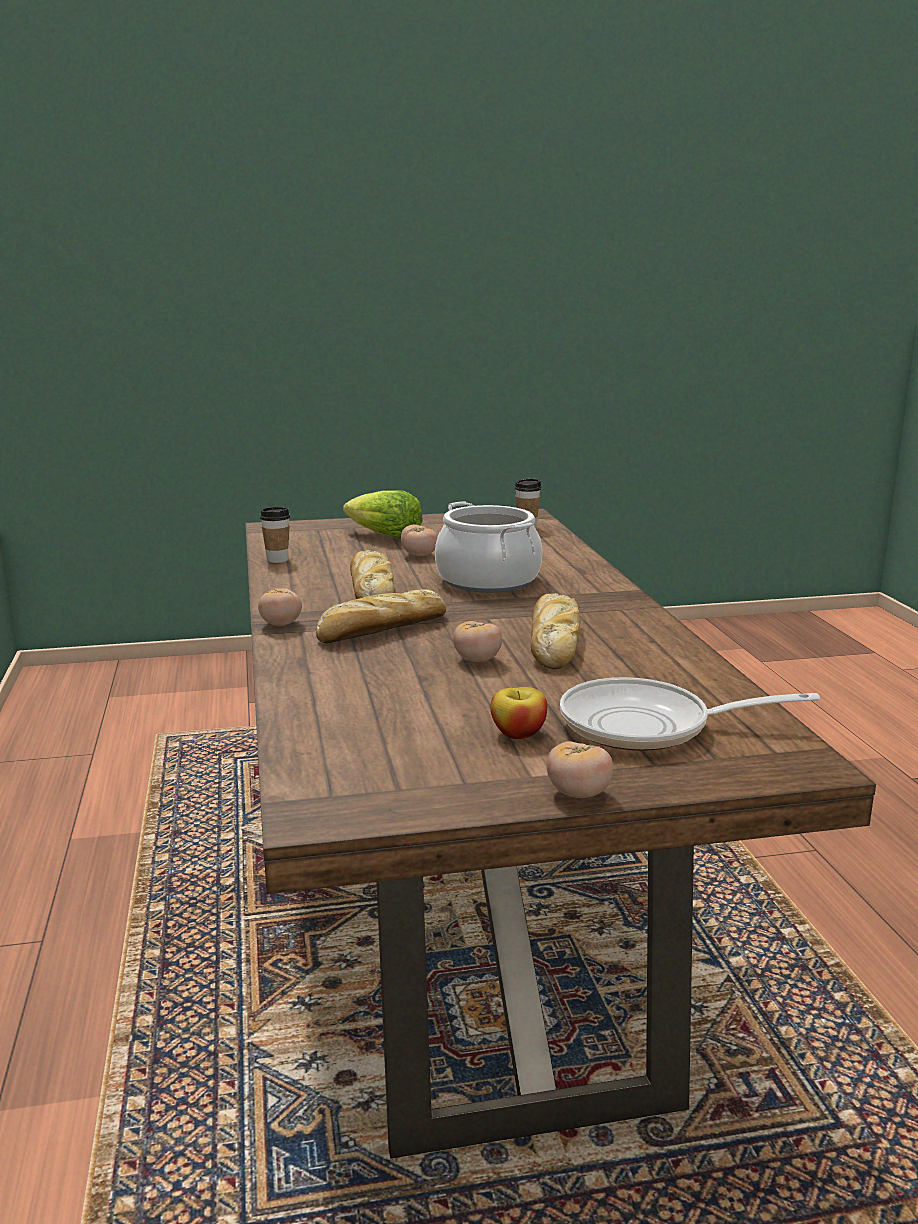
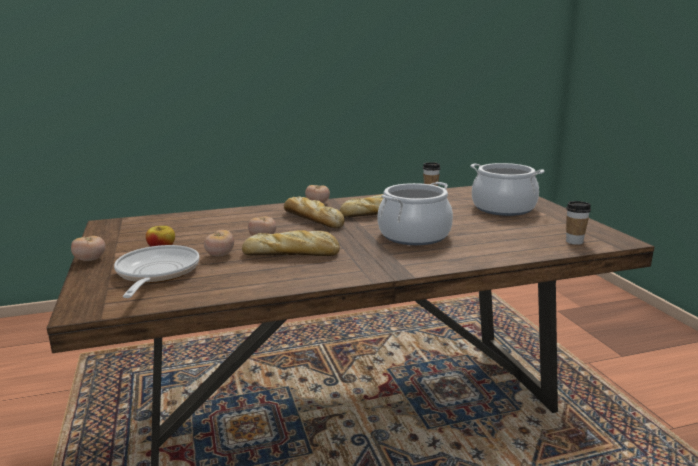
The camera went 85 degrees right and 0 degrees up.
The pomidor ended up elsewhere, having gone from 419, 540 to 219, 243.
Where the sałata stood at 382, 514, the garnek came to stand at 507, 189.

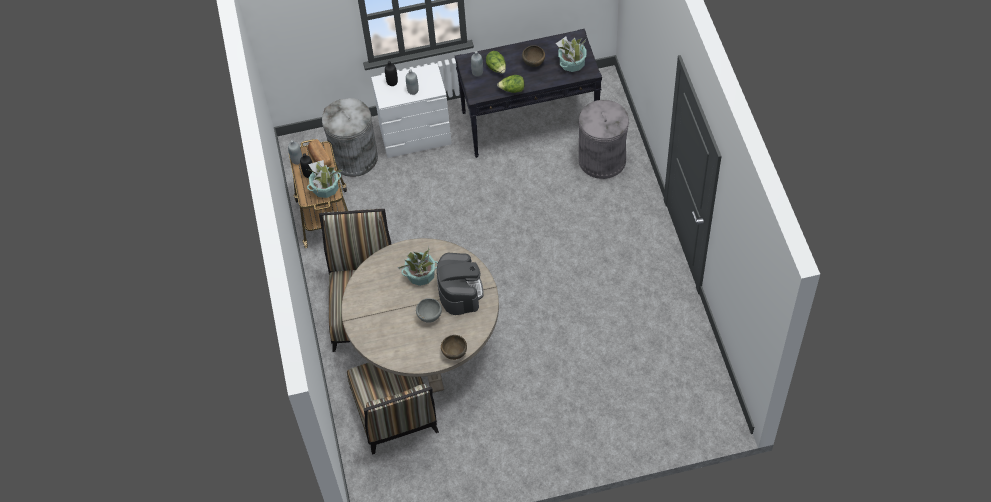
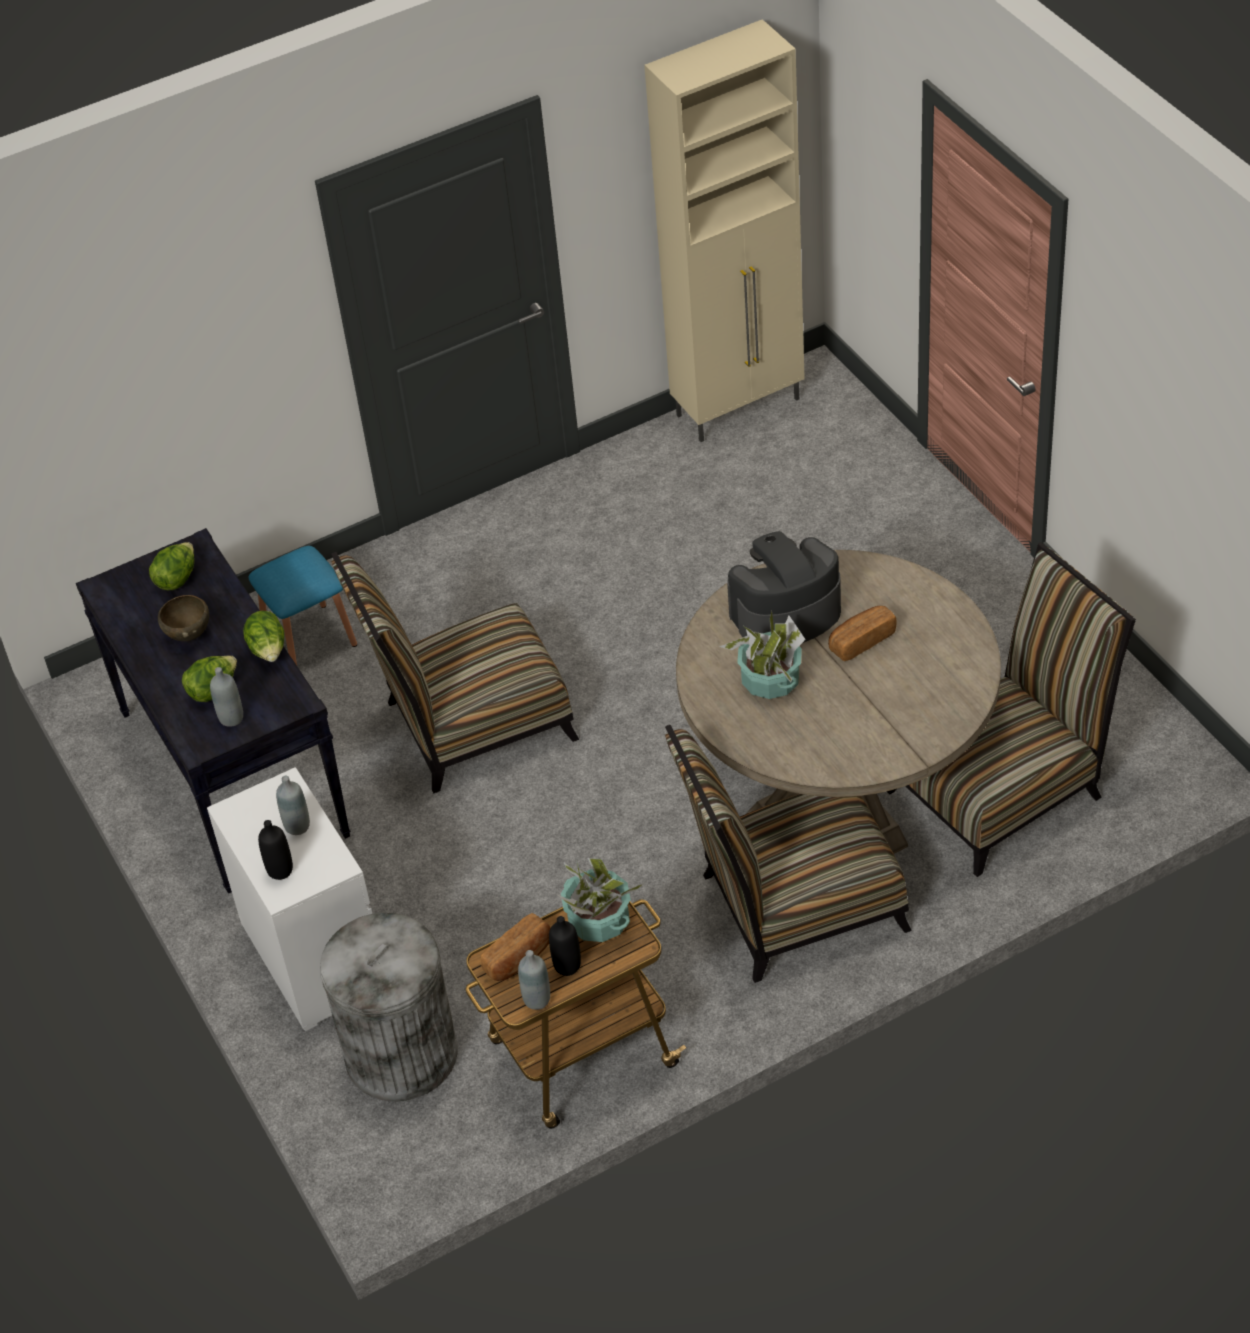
The camera went 105 degrees left and 10 degrees down.
Where the roślina doniczkowa stood at 571, 54, the sałata came to stand at 171, 566.
Where the kosz na śmieci [szary] stood at 604, 139, the stołek [niebieski] came to stand at 303, 605.
The second view gained the krzesło at 455, 672.
The second view gained the szafka [beżowy] at 724, 230.
Where the miska [szary] stood at 429, 310, the chleb came to stand at 862, 633.
The second view lost the miska [brązowy] at 454, 347.

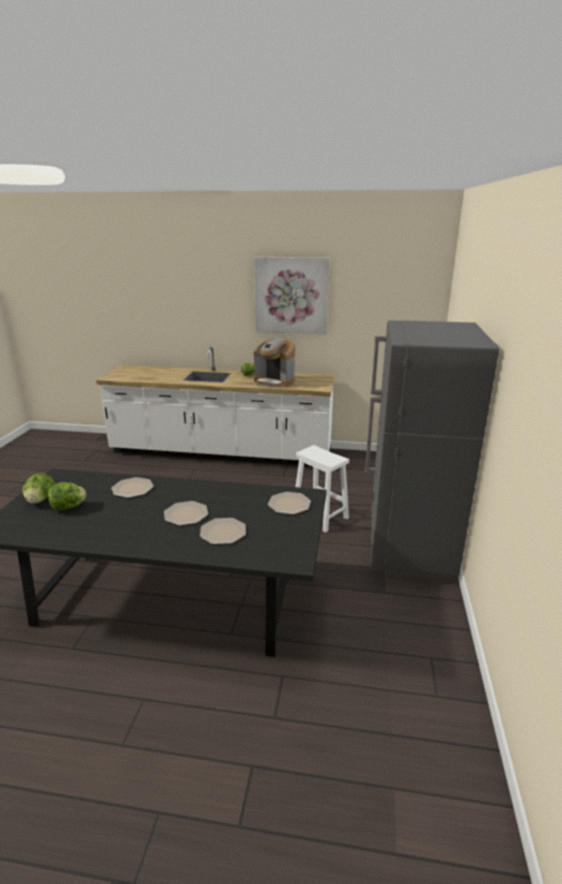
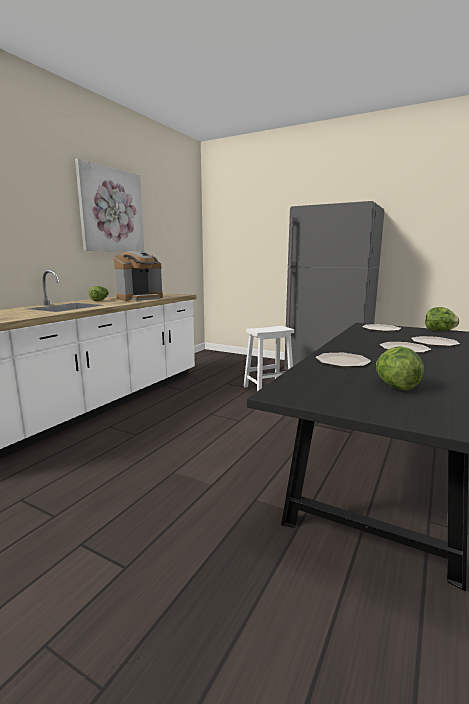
The camera went 70 degrees left and 10 degrees down.
The sałata ended up elsewhere, having gone from 39, 488 to 442, 319.

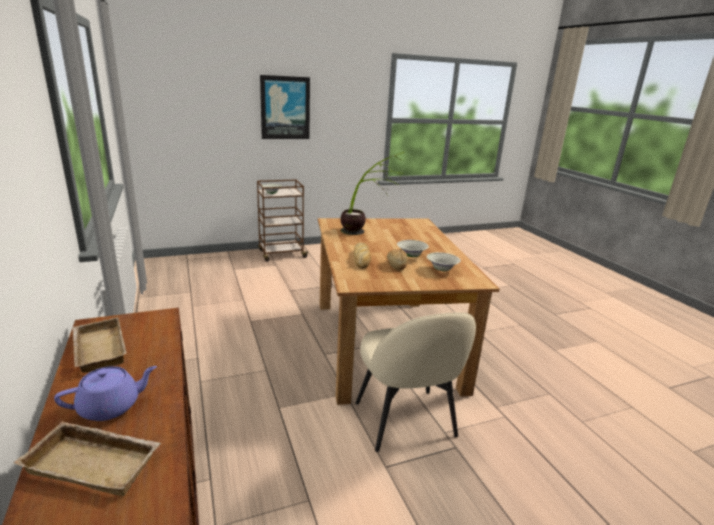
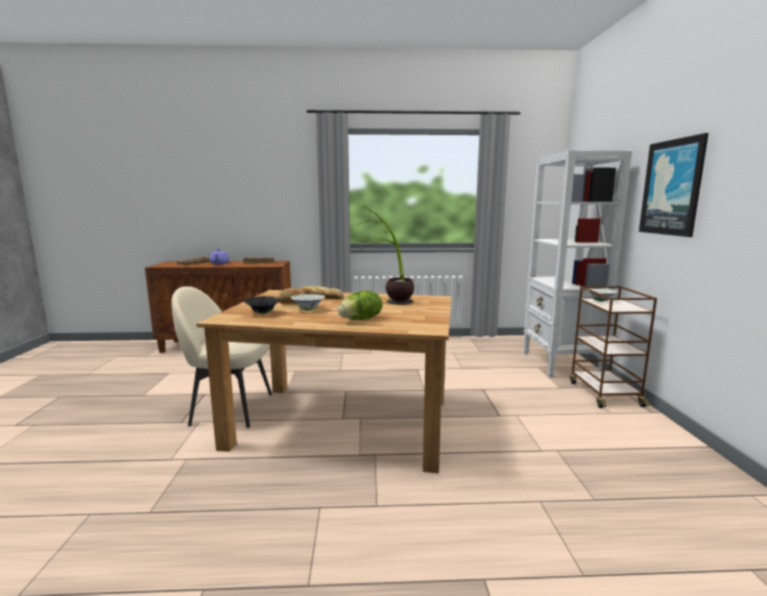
The camera went 110 degrees right and 10 degrees down.
What was the miska [biały] at 444, 261 turned into the miska [czarny] at 262, 305.
The second view gained the sałata at 360, 305.
The second view gained the regał [biały] at 578, 264.

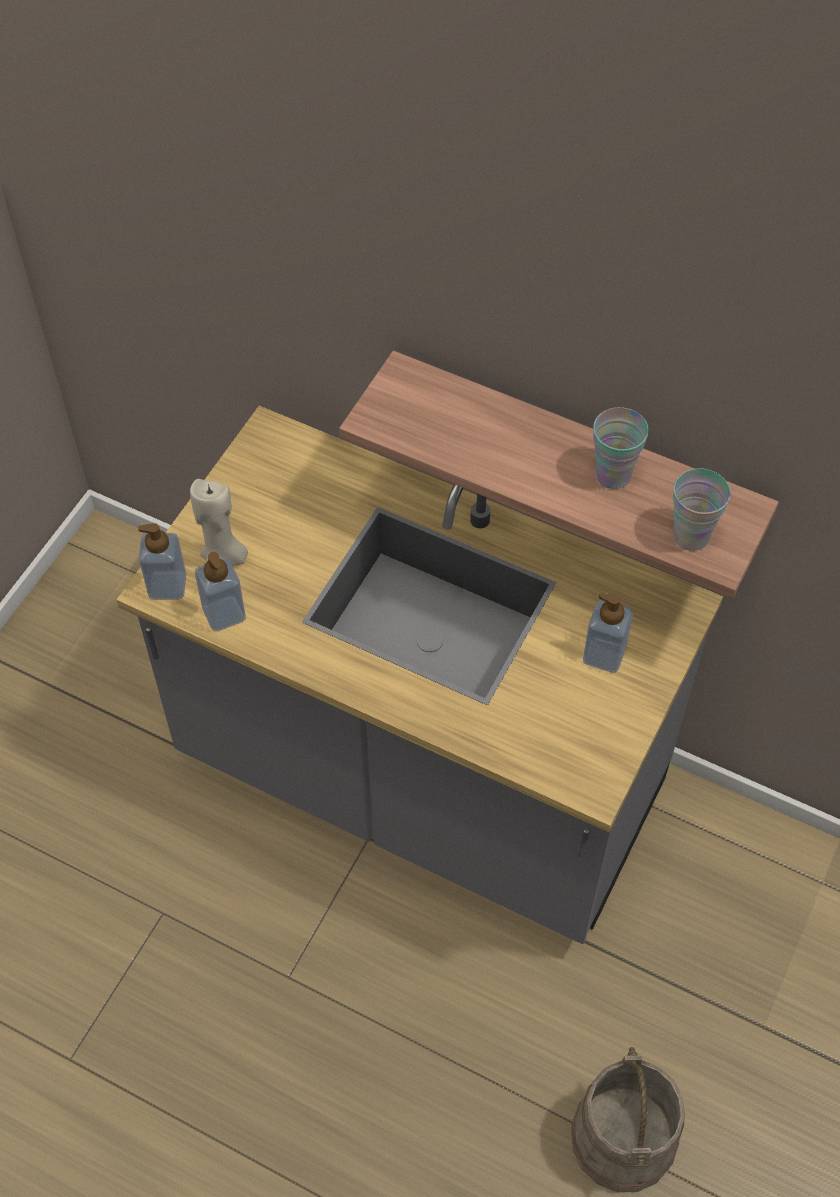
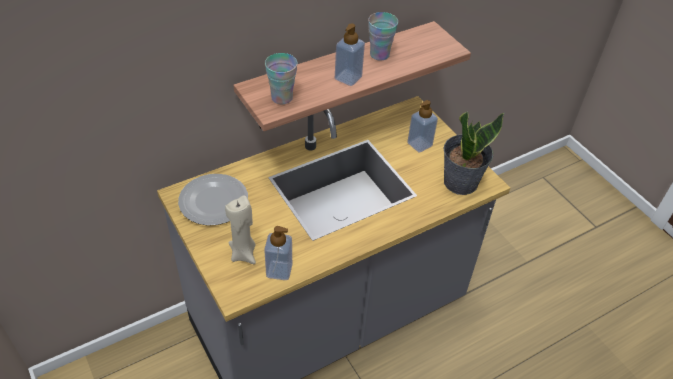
The camera went 60 degrees left and 10 degrees down.
The second view gained the talerz at 213, 200.
The filiżanka ended up elsewhere, having gone from 701, 509 to 281, 79.
The dozownik mydła ended up elsewhere, having gone from 162, 561 to 350, 54.
The second view gained the roślina doniczkowa at 473, 153.
The second view lost the wiadro [beżowy] at 628, 1119.

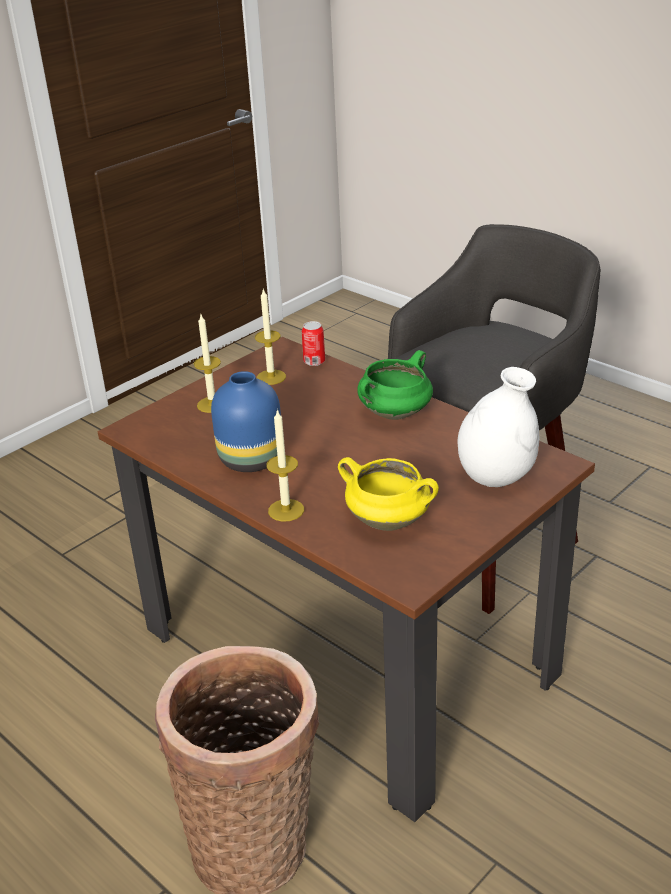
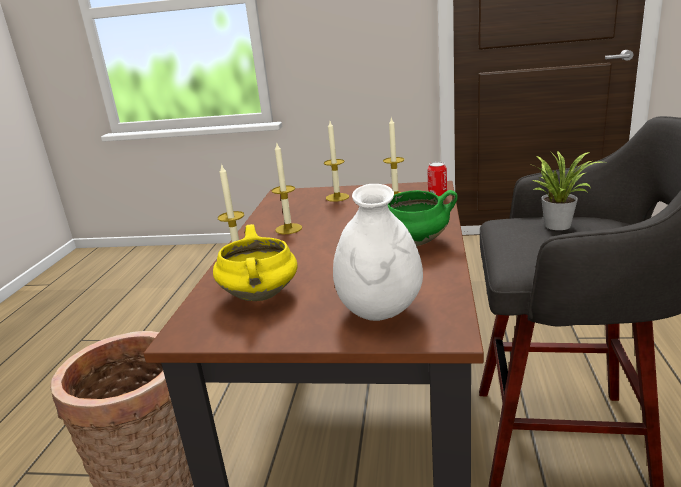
The camera went 55 degrees right and 10 degrees down.
Where the wazon [niebieski] stood at 246, 421, the świeca came to stand at 286, 188.
The second view gained the roślina doniczkowa at 567, 190.

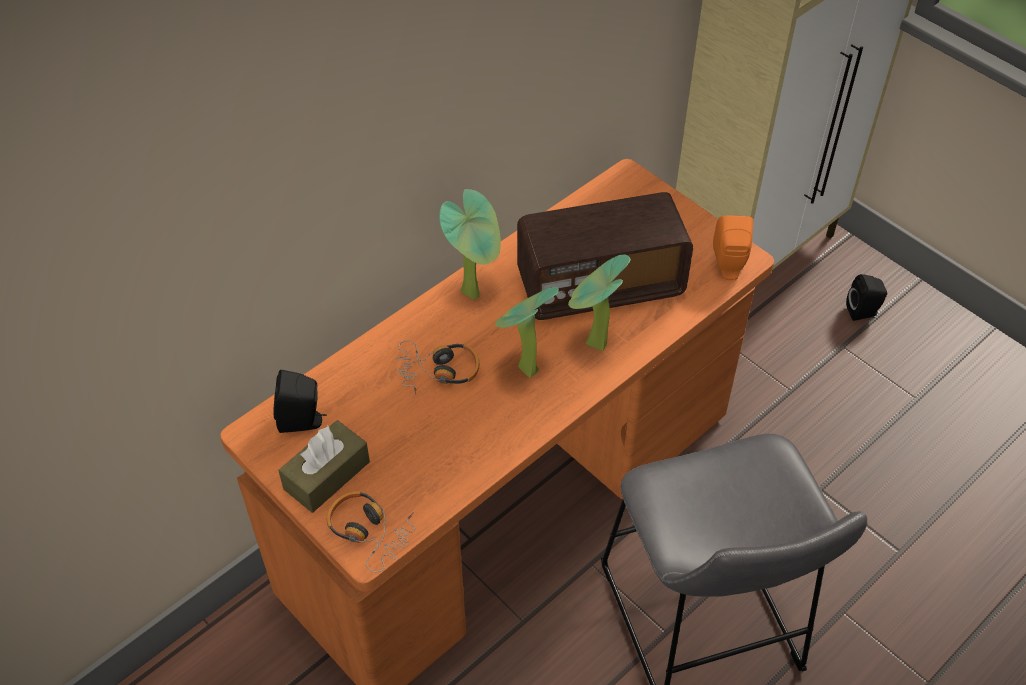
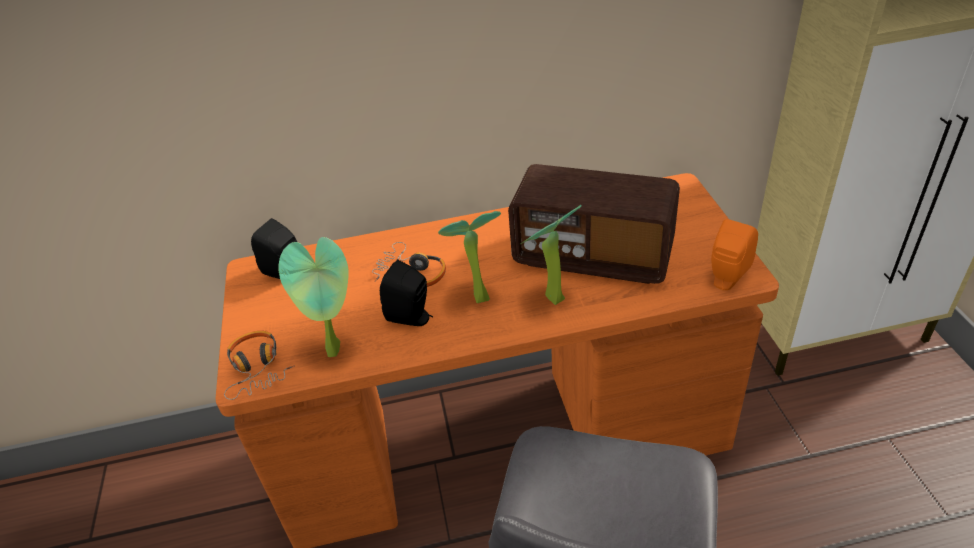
The camera went 35 degrees right and 10 degrees down.
The roślina doniczkowa ended up elsewhere, having gone from 470, 244 to 313, 297.
The głośnik [czarny] ended up elsewhere, having gone from 866, 297 to 406, 293.
The second view lost the pudełko chusteczek [brązowy] at 324, 466.

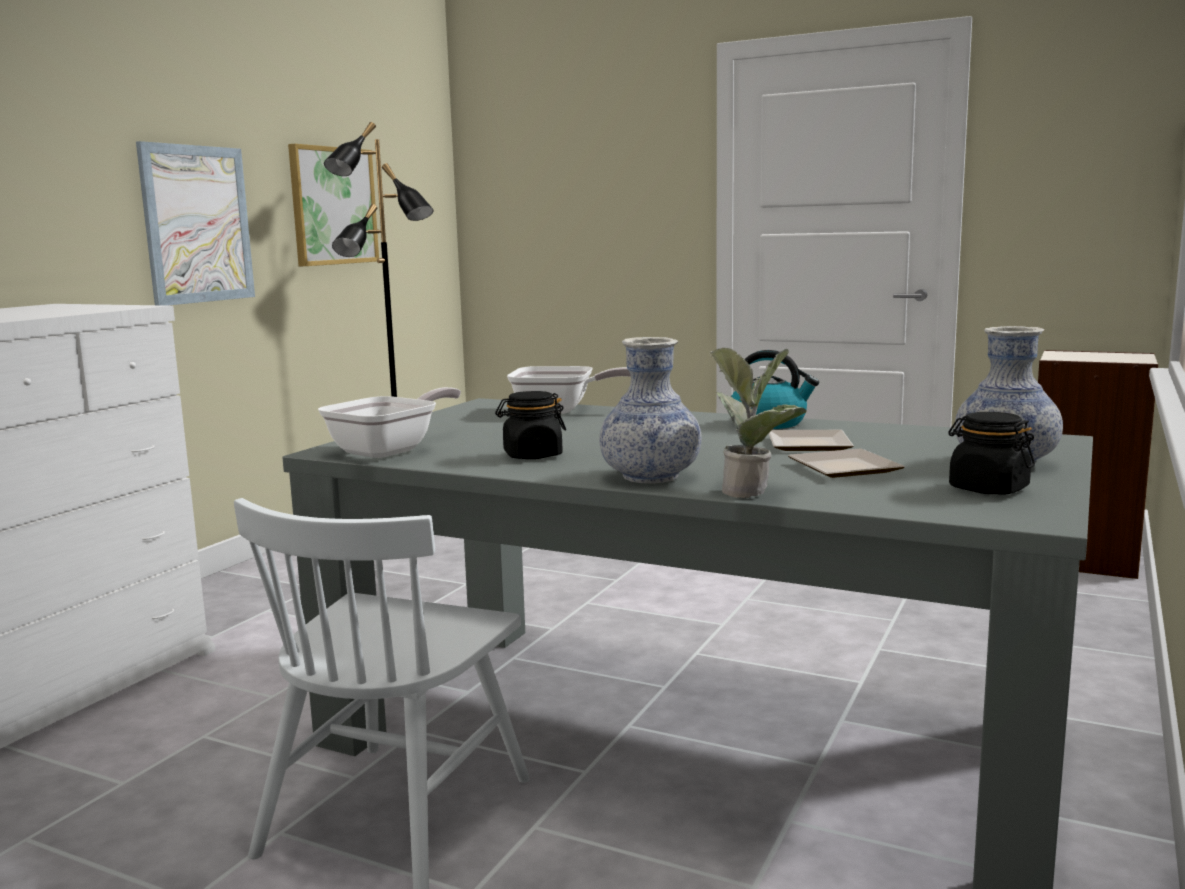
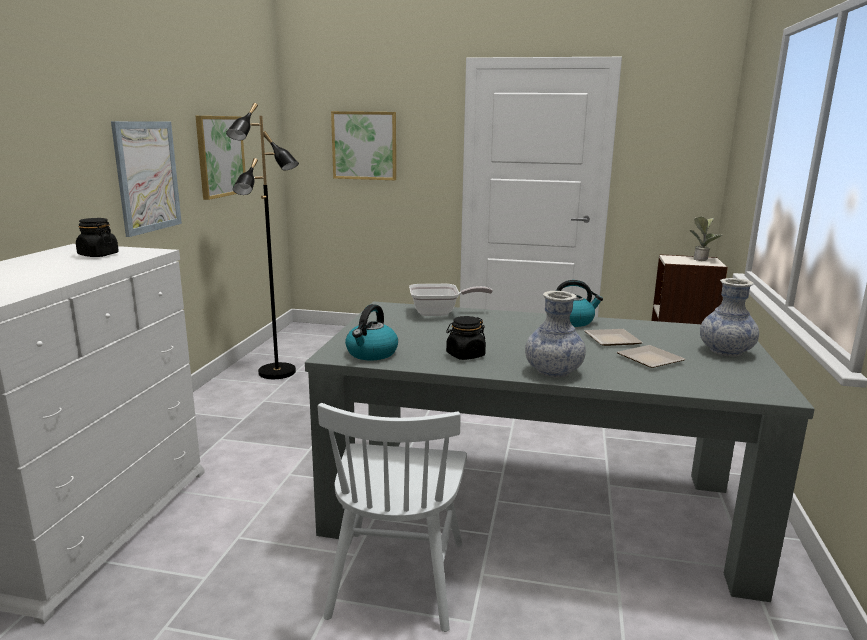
The camera went 15 degrees left and 5 degrees up.
The słoik [czarny] ended up elsewhere, having gone from 991, 453 to 97, 237.
The second view gained the obraz at 363, 145.
Where the patelnia stood at 389, 422, the czajnik came to stand at 371, 332.
The roślina doniczkowa ended up elsewhere, having gone from 758, 423 to 706, 239.

